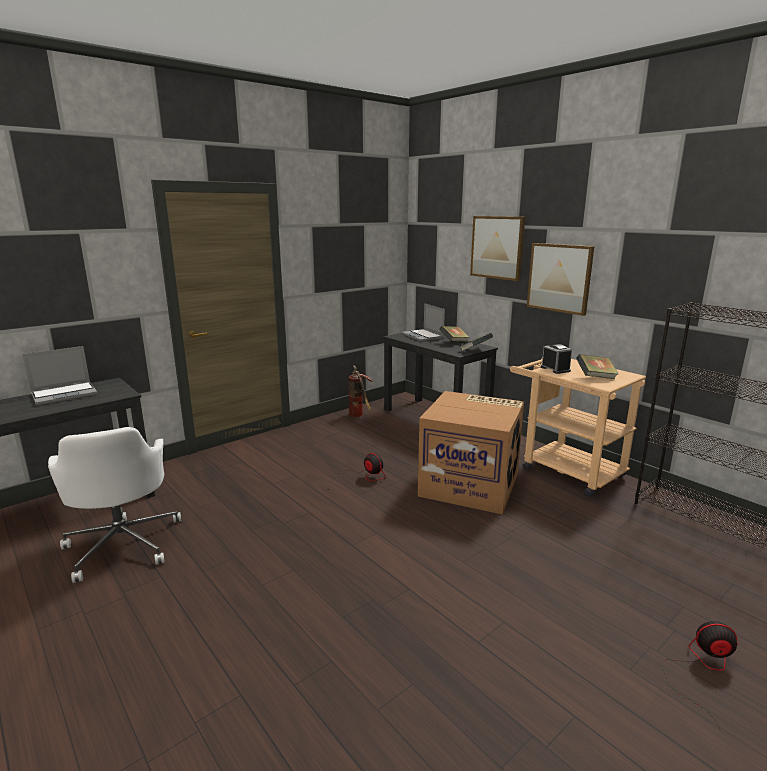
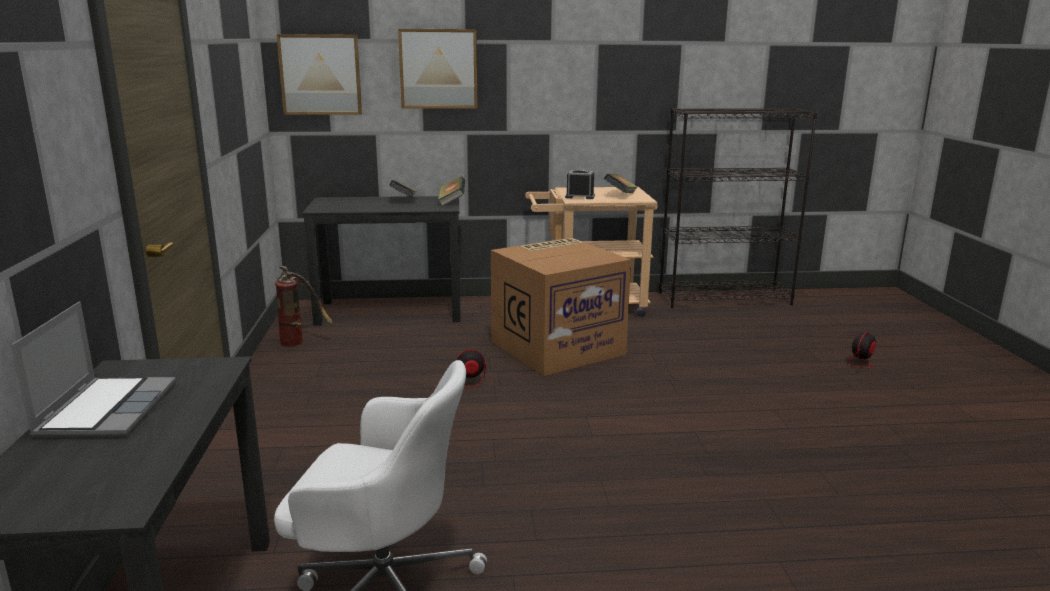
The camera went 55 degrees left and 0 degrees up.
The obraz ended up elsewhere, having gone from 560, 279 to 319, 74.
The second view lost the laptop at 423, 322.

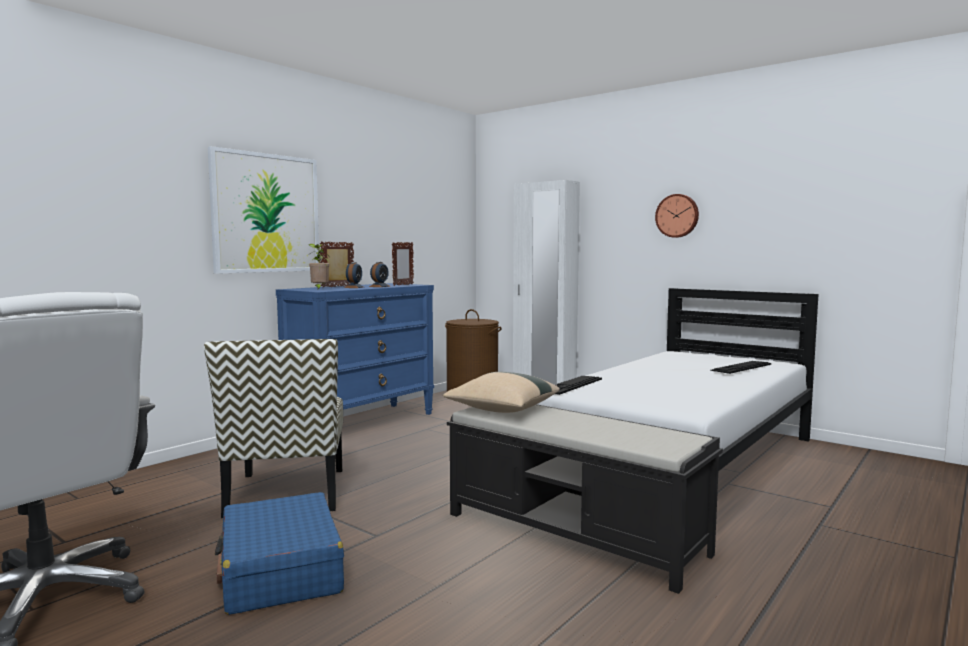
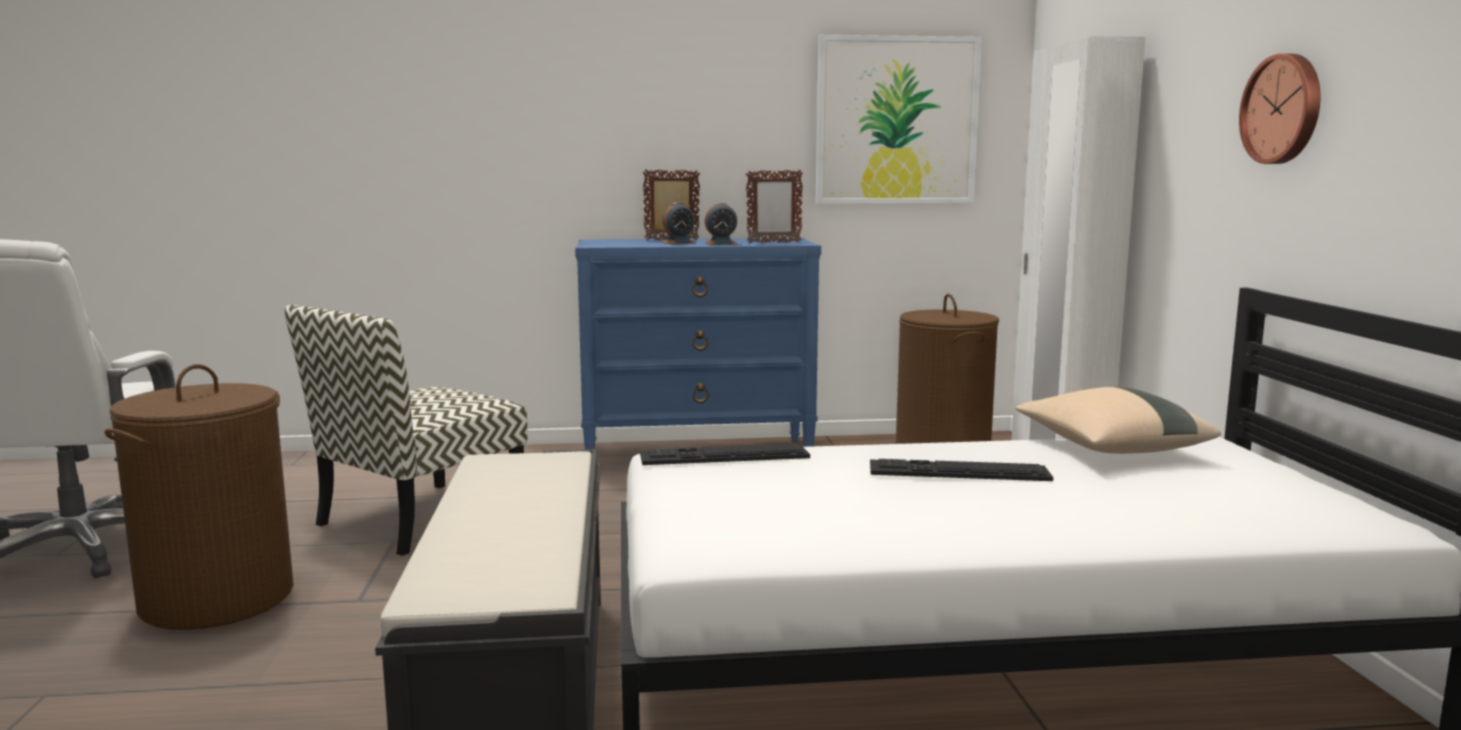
The camera went 45 degrees right and 5 degrees up.
Where the walizka [niebieski] stood at 279, 553, the kosz na pranie [brązowy] came to stand at 199, 497.
The obraz ended up elsewhere, having gone from 263, 210 to 899, 119.
The klawiatura ended up elsewhere, having gone from 740, 367 to 961, 470.
The poduszka [beżowy] ended up elsewhere, having gone from 501, 392 to 1118, 420.
The second view lost the roślina doniczkowa at 319, 266.

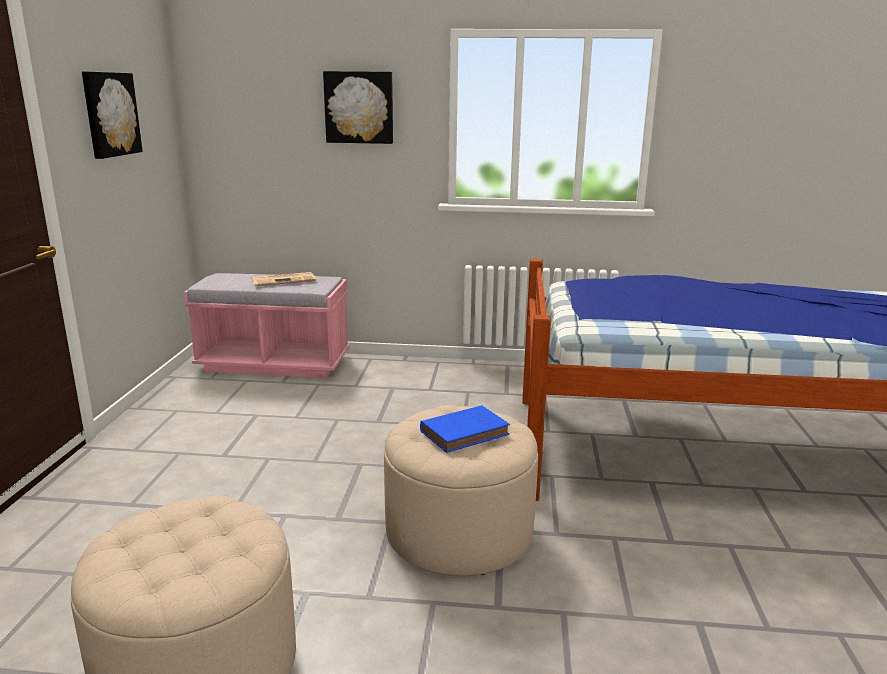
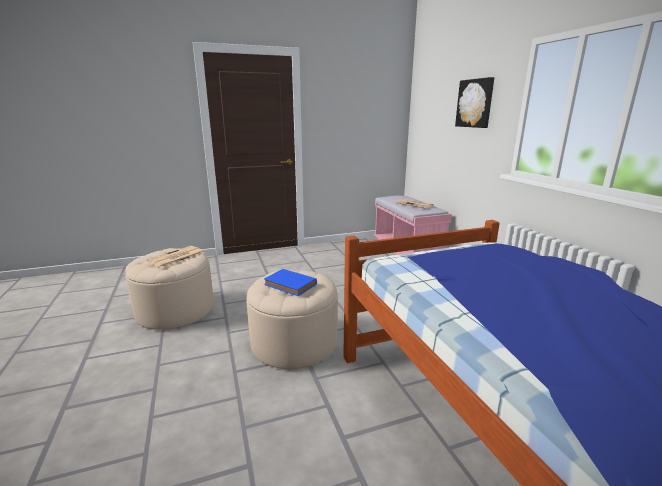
The camera went 65 degrees right and 0 degrees up.
The second view gained the gazeta at 175, 257.
The second view lost the obraz at 112, 115.

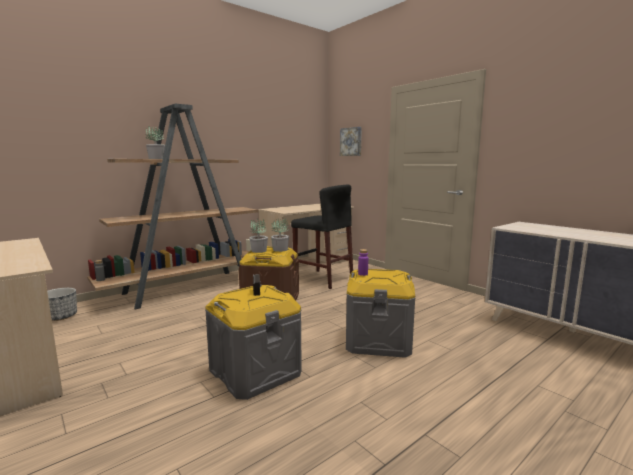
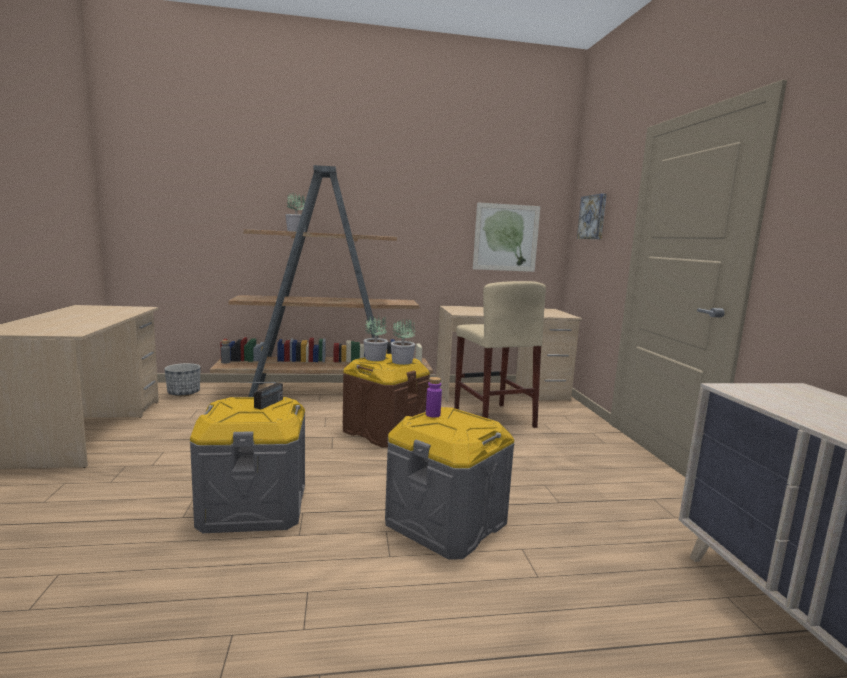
The camera went 30 degrees right and 0 degrees up.
What was the stołek [czarny] at 322, 236 turned into the stołek [beżowy] at 500, 354.
The second view gained the obraz at 506, 237.

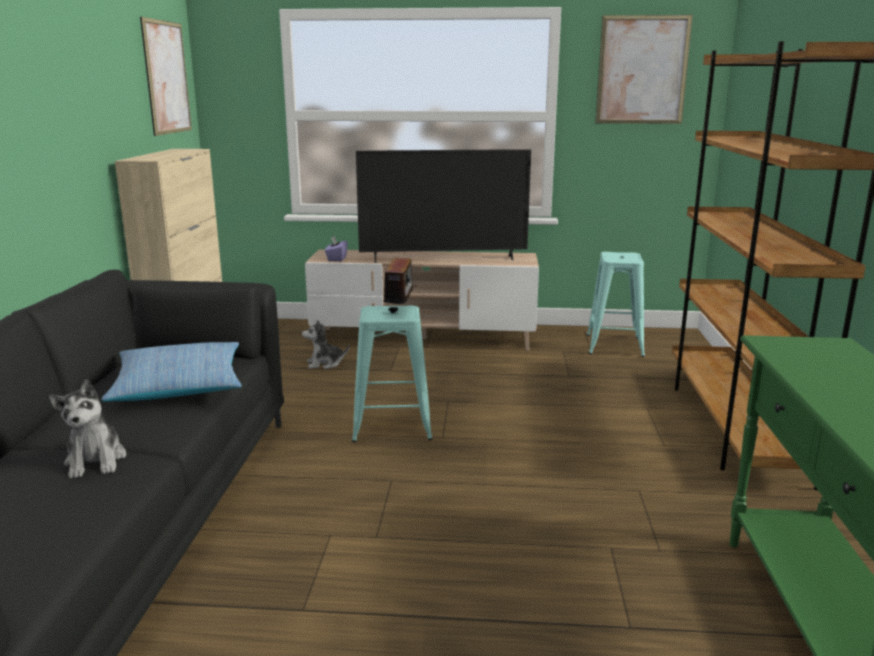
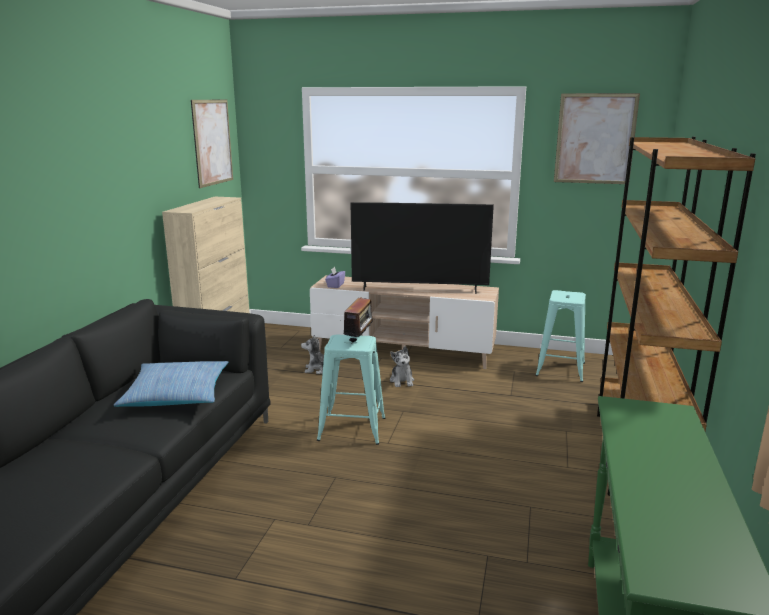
The camera went 10 degrees right and 0 degrees up.
The pluszak ended up elsewhere, having gone from 87, 428 to 402, 366.

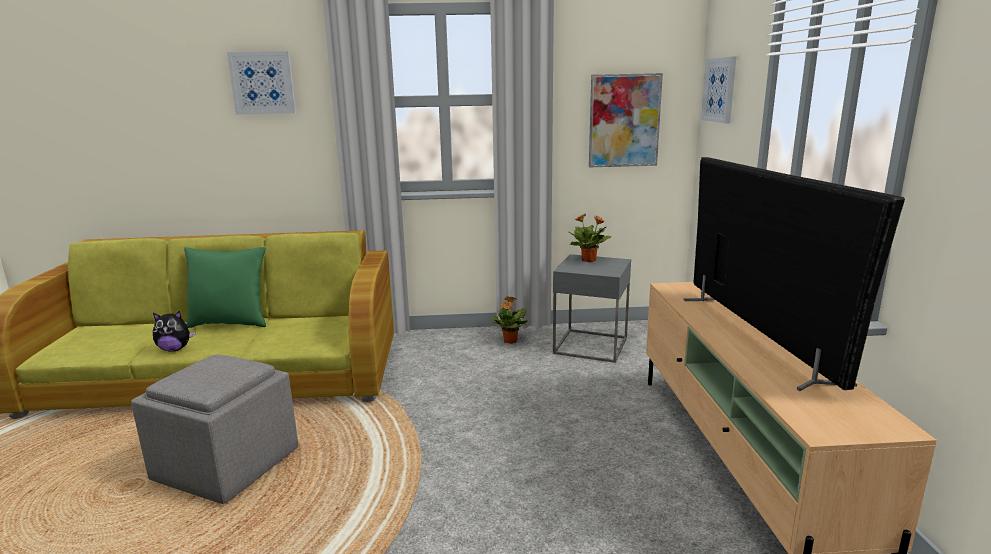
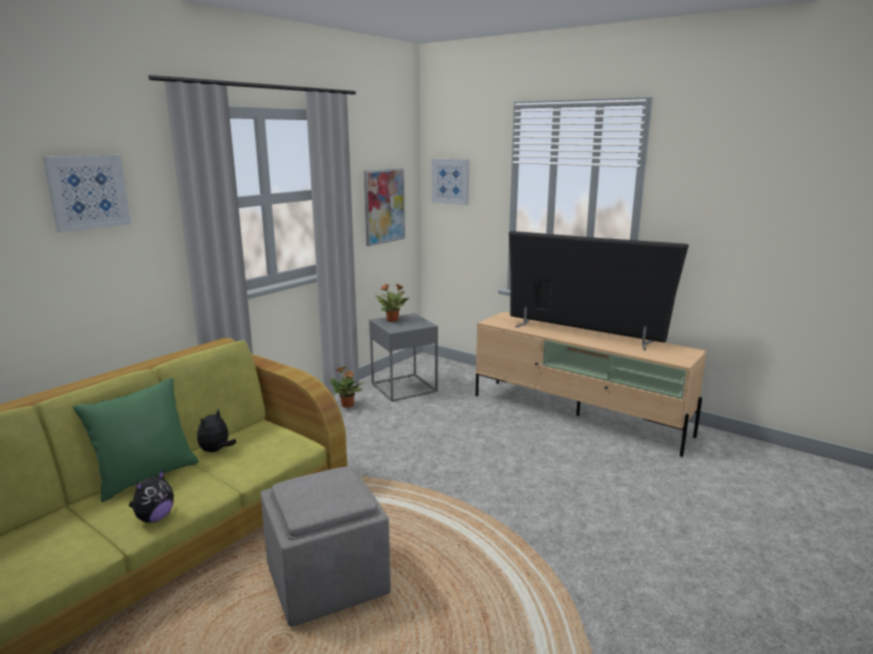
The camera went 50 degrees left and 0 degrees up.
The second view gained the pluszak at 216, 430.

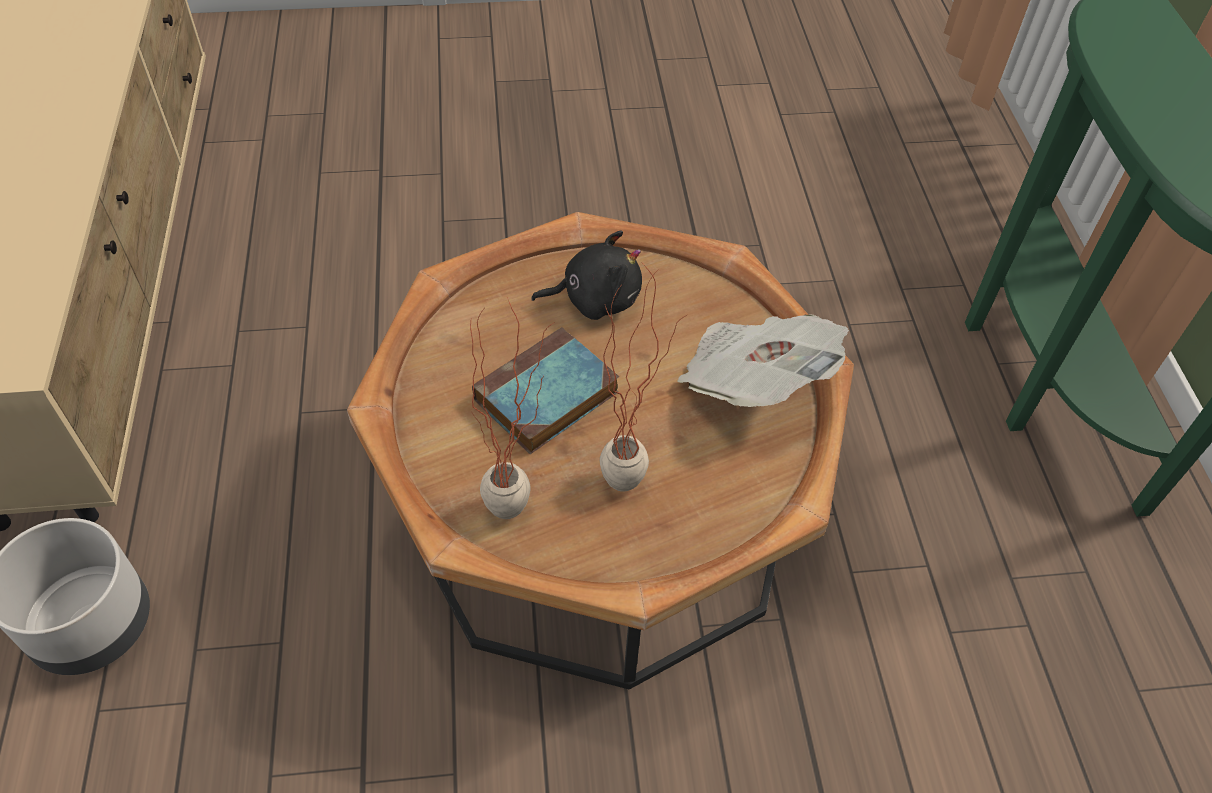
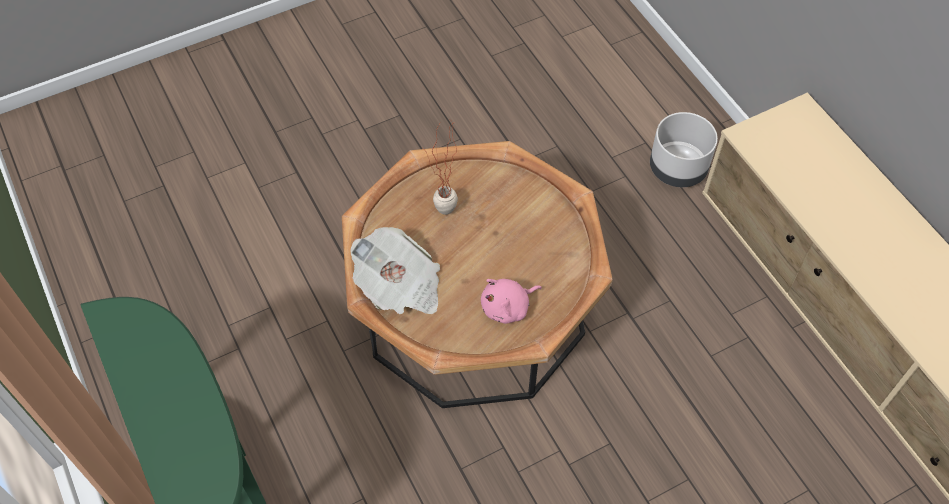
The camera went 160 degrees right and 5 degrees up.
What was the pluszak [czarny] at 586, 275 turned into the pluszak [różowy] at 511, 301.
The second view lost the roślina doniczkowa at 512, 408.
The second view lost the książka at 545, 390.

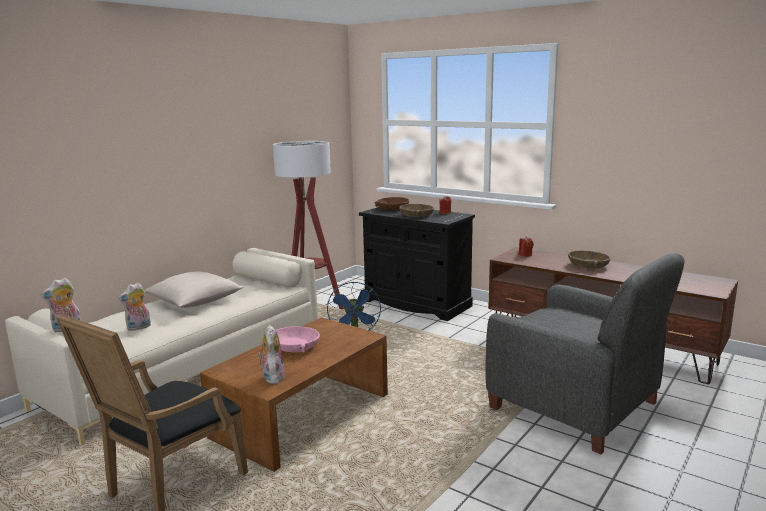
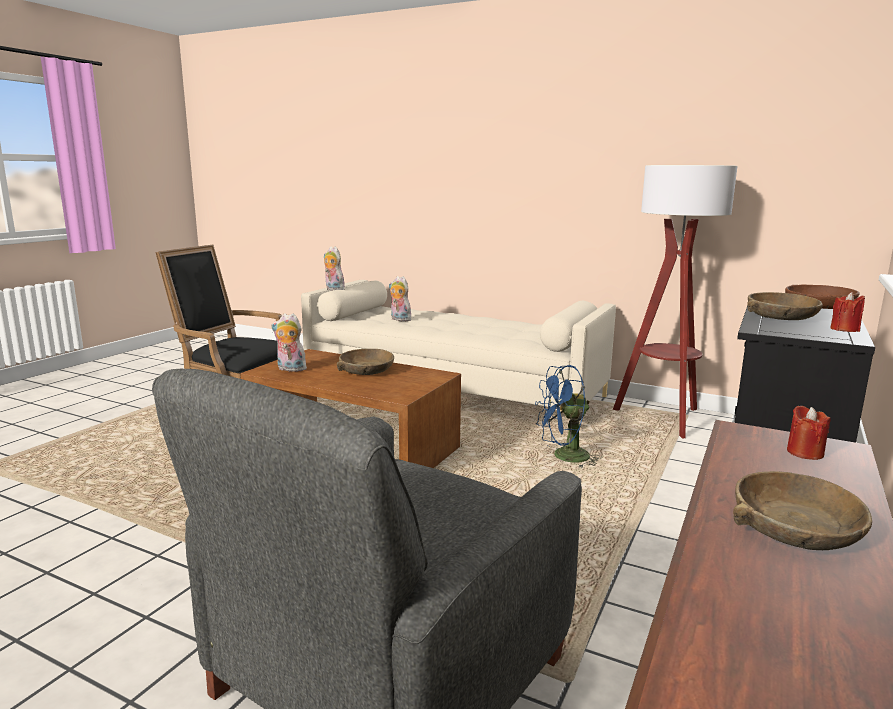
The camera went 80 degrees right and 0 degrees up.
The pluszak at 271, 354 ended up facing another way, 150 degrees counterclockwise from before.
What was the miska [różowy] at 298, 339 turned into the miska [brązowy] at 365, 362.
The second view lost the poduszka [beżowy] at 194, 290.

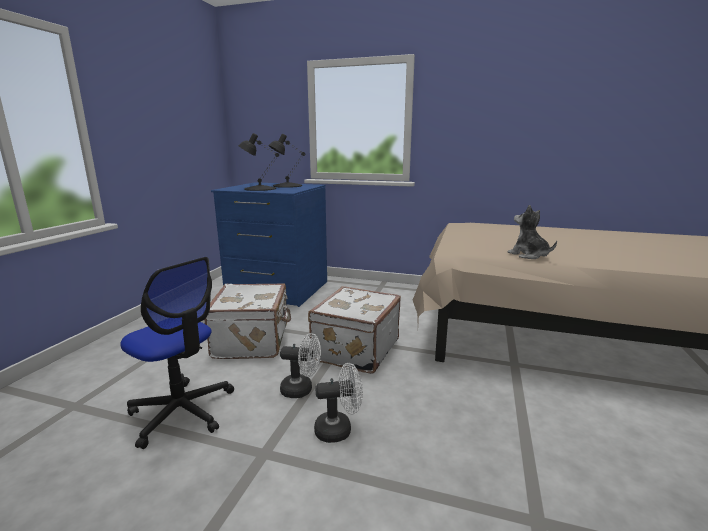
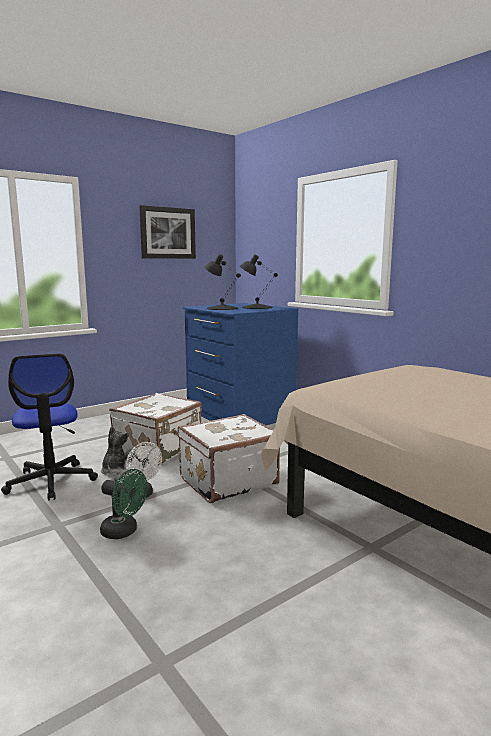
The camera went 35 degrees right and 5 degrees down.
What was the wentylator [biały] at 338, 403 turned into the wentylator [zielony] at 123, 504.
The pluszak ended up elsewhere, having gone from 532, 232 to 115, 450.
The second view gained the obraz at 167, 232.

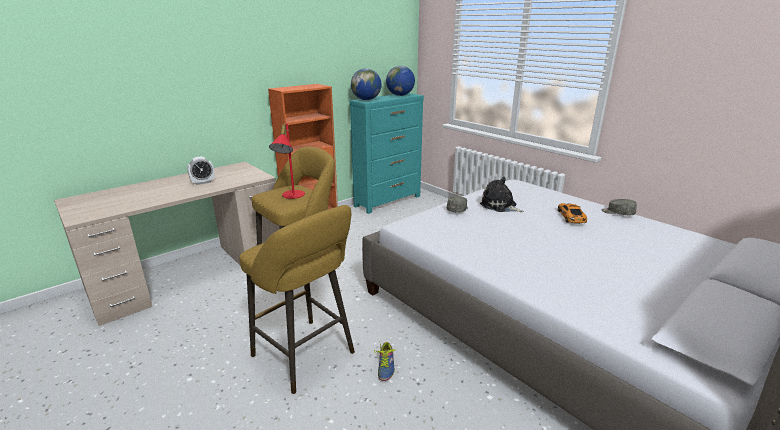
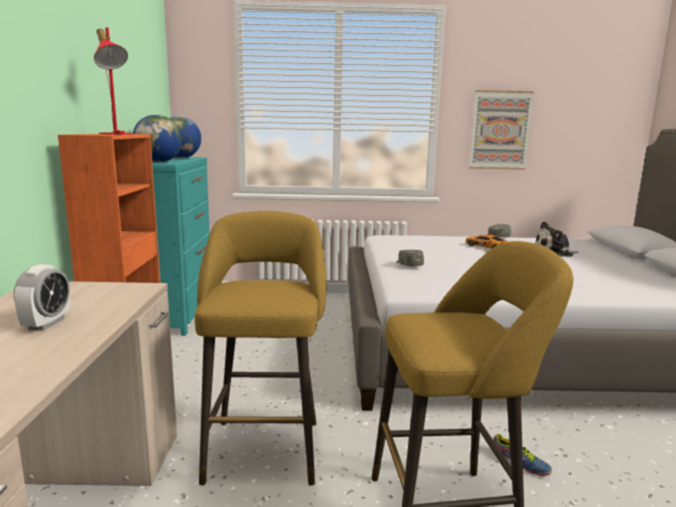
The camera went 50 degrees left and 10 degrees down.
The lampa stołowa [czerwony] ended up elsewhere, having gone from 287, 161 to 113, 80.
The second view gained the obraz at 501, 130.
The pluszak ended up elsewhere, having gone from 502, 194 to 557, 239.

